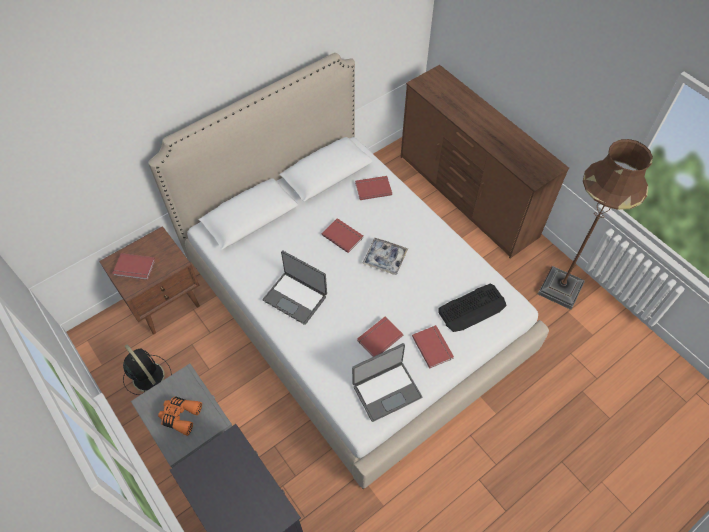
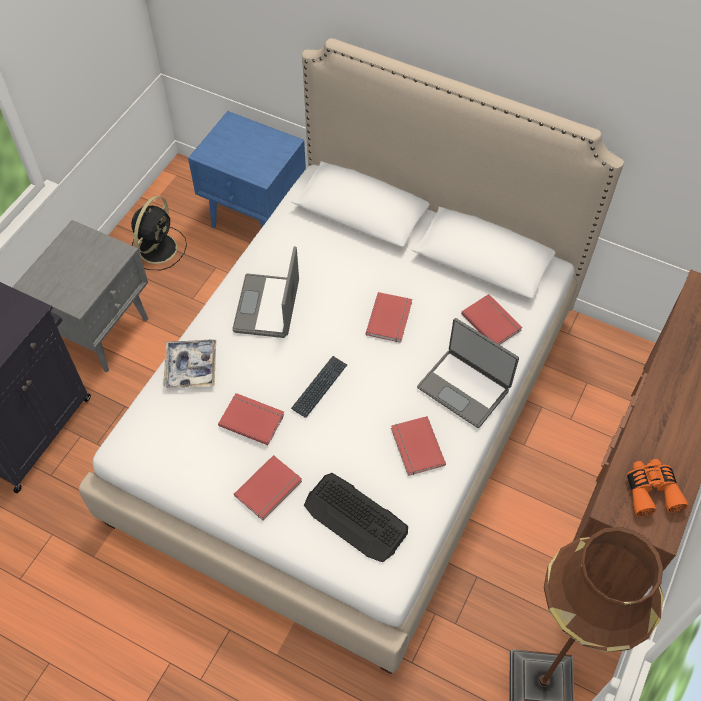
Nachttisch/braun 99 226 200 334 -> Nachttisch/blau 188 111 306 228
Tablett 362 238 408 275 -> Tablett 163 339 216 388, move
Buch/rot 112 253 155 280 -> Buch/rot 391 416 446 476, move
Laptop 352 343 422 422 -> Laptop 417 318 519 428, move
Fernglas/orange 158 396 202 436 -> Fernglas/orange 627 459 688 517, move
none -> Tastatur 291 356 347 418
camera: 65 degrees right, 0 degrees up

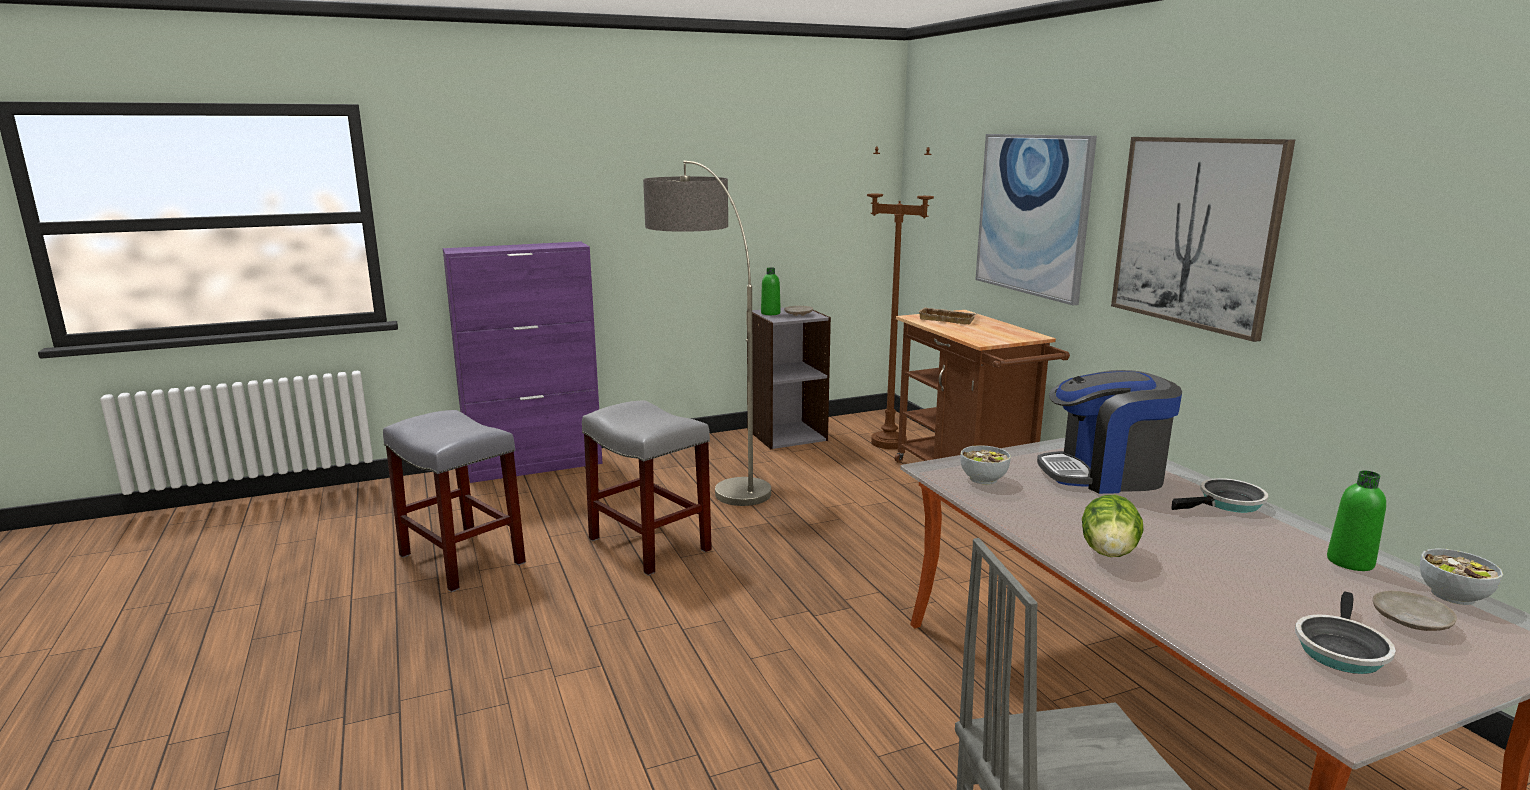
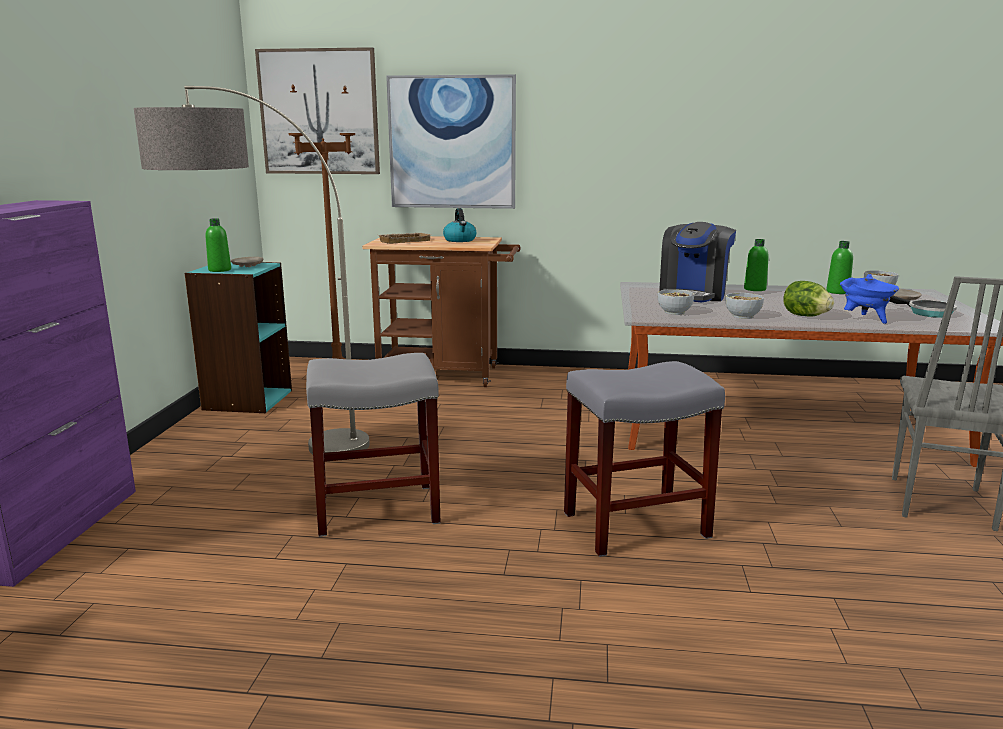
Bild 1111 137 1295 342 -> Bild 255 47 380 174, move
Bücherregal/grau 747 308 831 449 -> Bücherregal/türkis 185 261 292 413
Hocker/grau 383 410 526 592 -> Hocker/grau 564 361 725 557, move
Pfanne 1171 478 1268 513 -> Flasche/grün 744 239 769 291
none -> Wasserkessel 443 208 476 242
none -> Kochtopf/blau 840 274 899 324
none -> Schüssel 726 293 764 319
camera: 60 degrees left, 0 degrees up

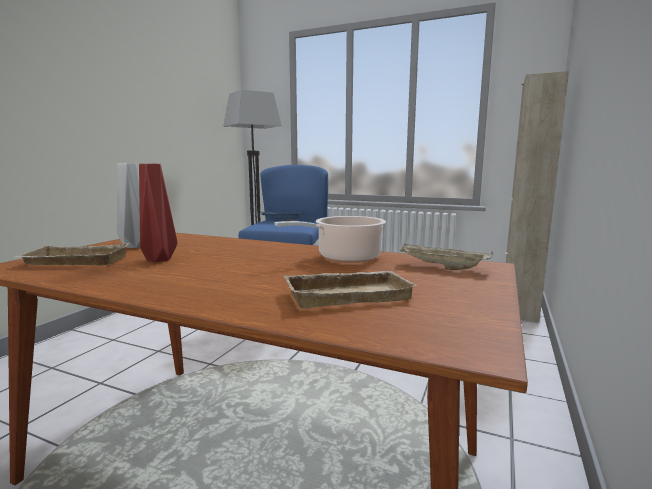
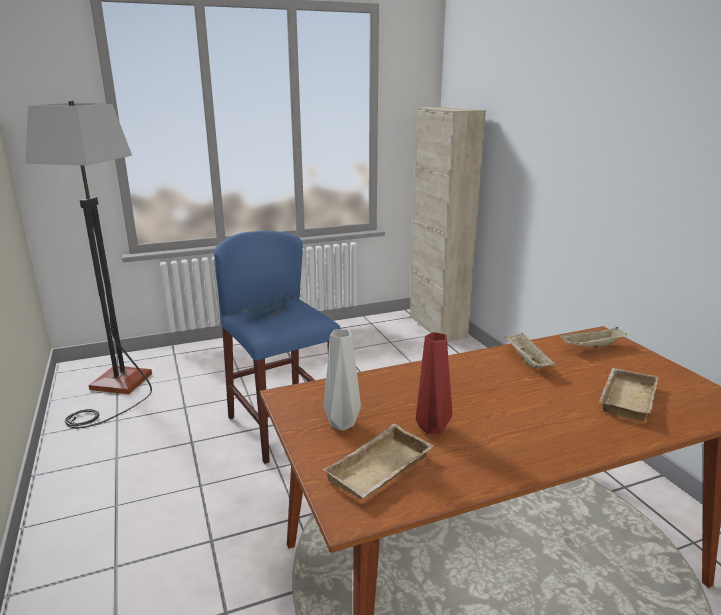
Kochtopf 275 216 386 263 -> Tablett/beige 504 332 556 368
camera: 45 degrees left, 10 degrees up

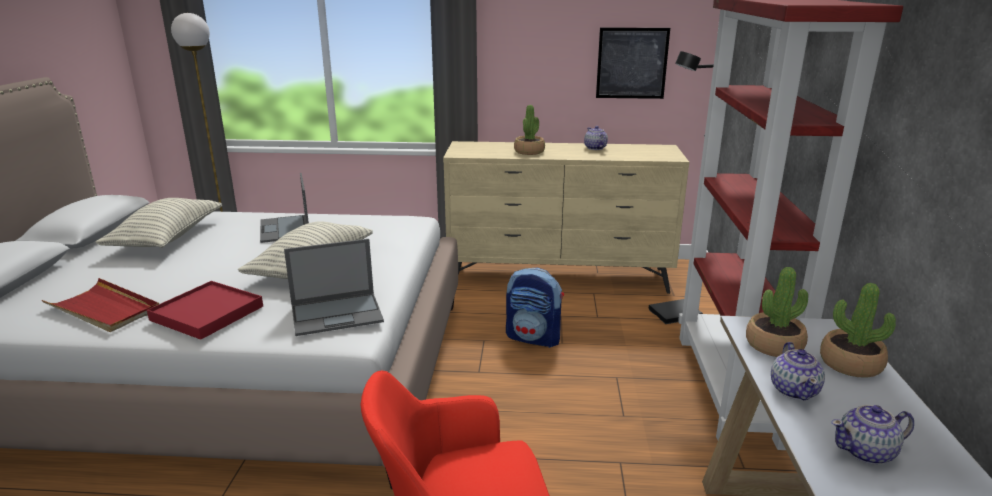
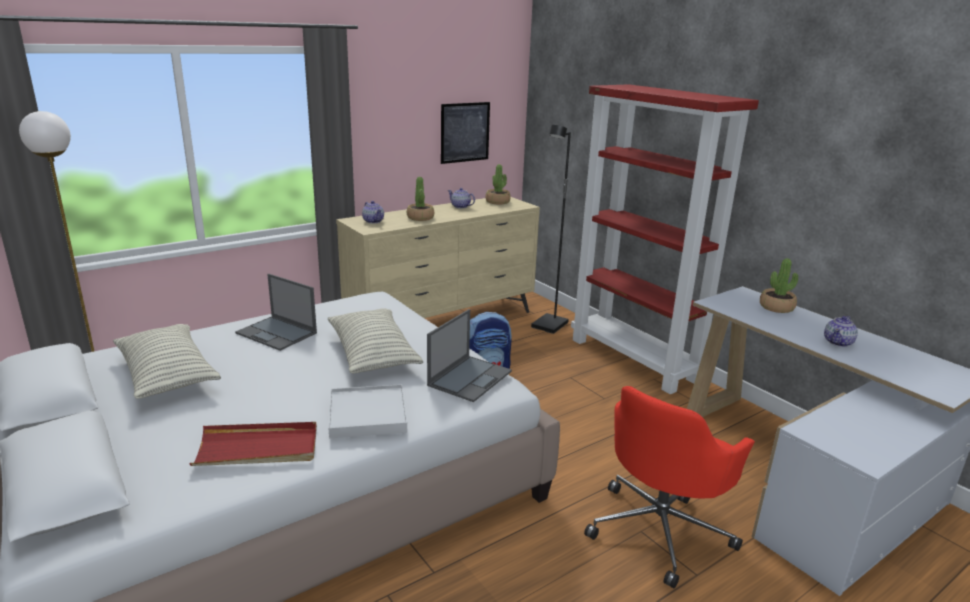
Topfpflanze 746 267 808 357 -> Topfpflanze 486 164 511 205, move
Tablett/rot 147 281 263 340 -> Tablett/weiß 329 384 407 439
Teekanne 771 342 825 400 -> Teekanne 362 201 384 224, move
camera: 40 degrees left, 0 degrees up

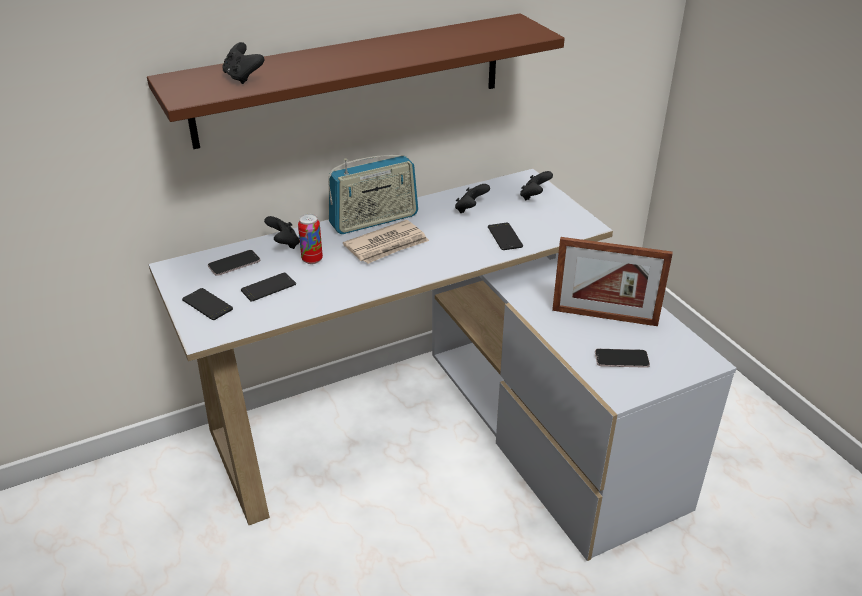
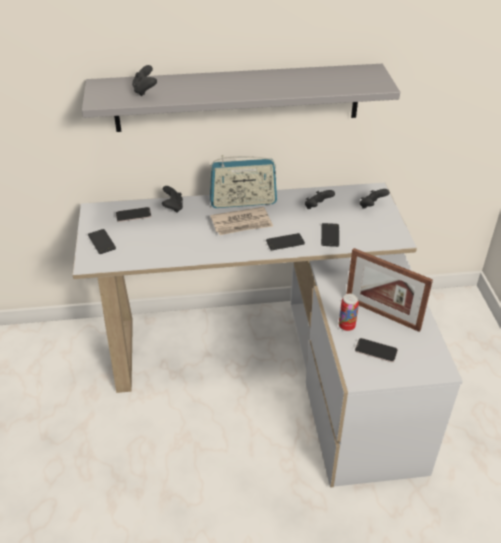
Wandregal/braun 147 13 565 149 -> Wandregal/grau 82 64 400 132
Dose 298 214 323 264 -> Dose 339 294 359 331, move
Handy 241 273 296 302 -> Handy 266 233 305 250, move
camera: 20 degrees right, 5 degrees up

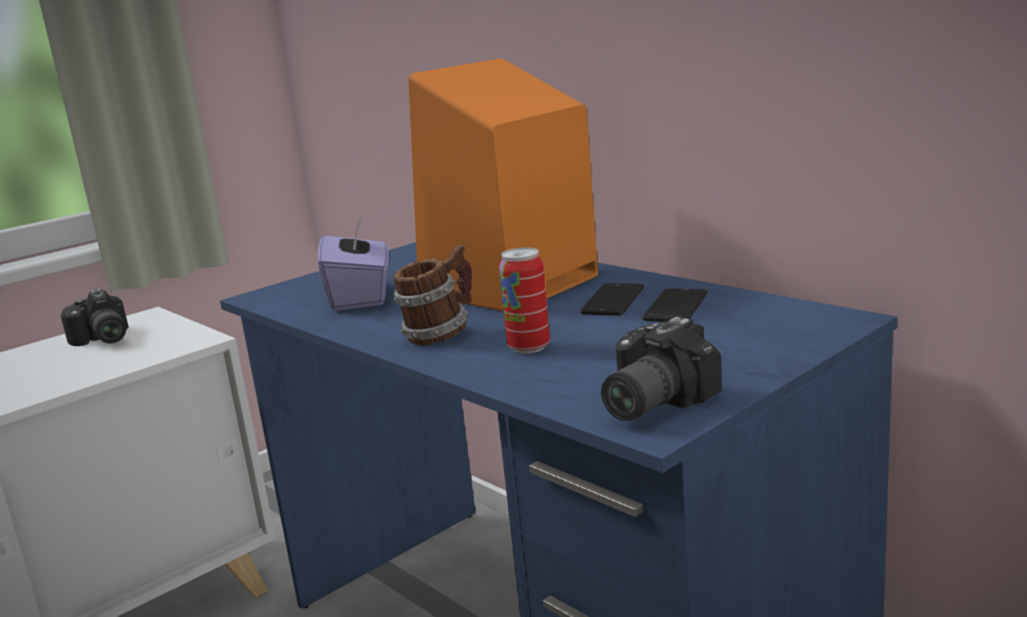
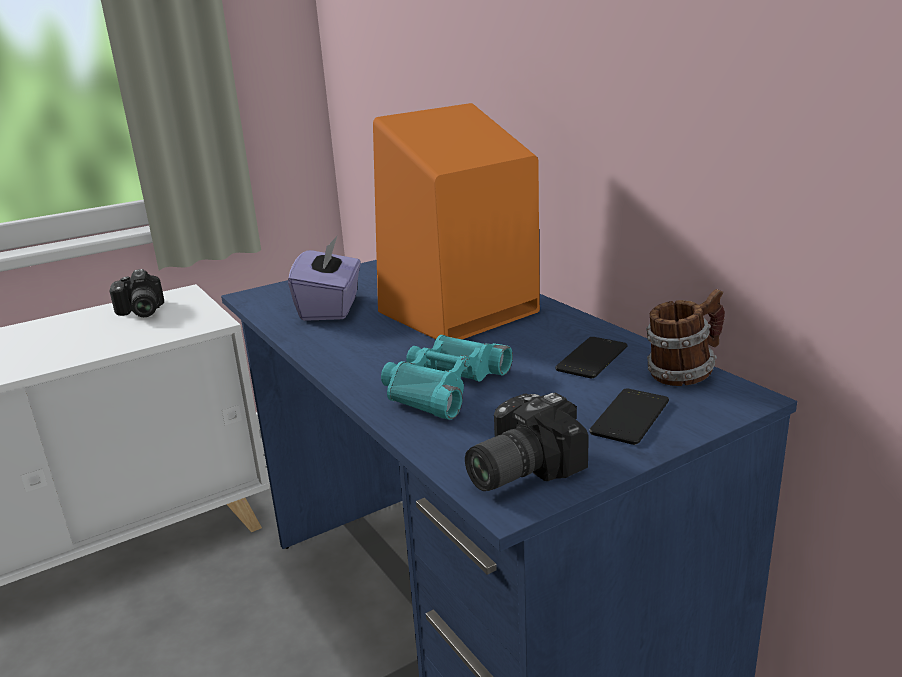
Henkelbecher 393 244 472 345 -> Henkelbecher 646 289 725 386, move
Dose 499 247 550 354 -> Fernglas/türkis 381 335 513 420
Handy 580 283 644 316 -> Handy 589 388 669 445, move
camera: 10 degrees right, 5 degrees up

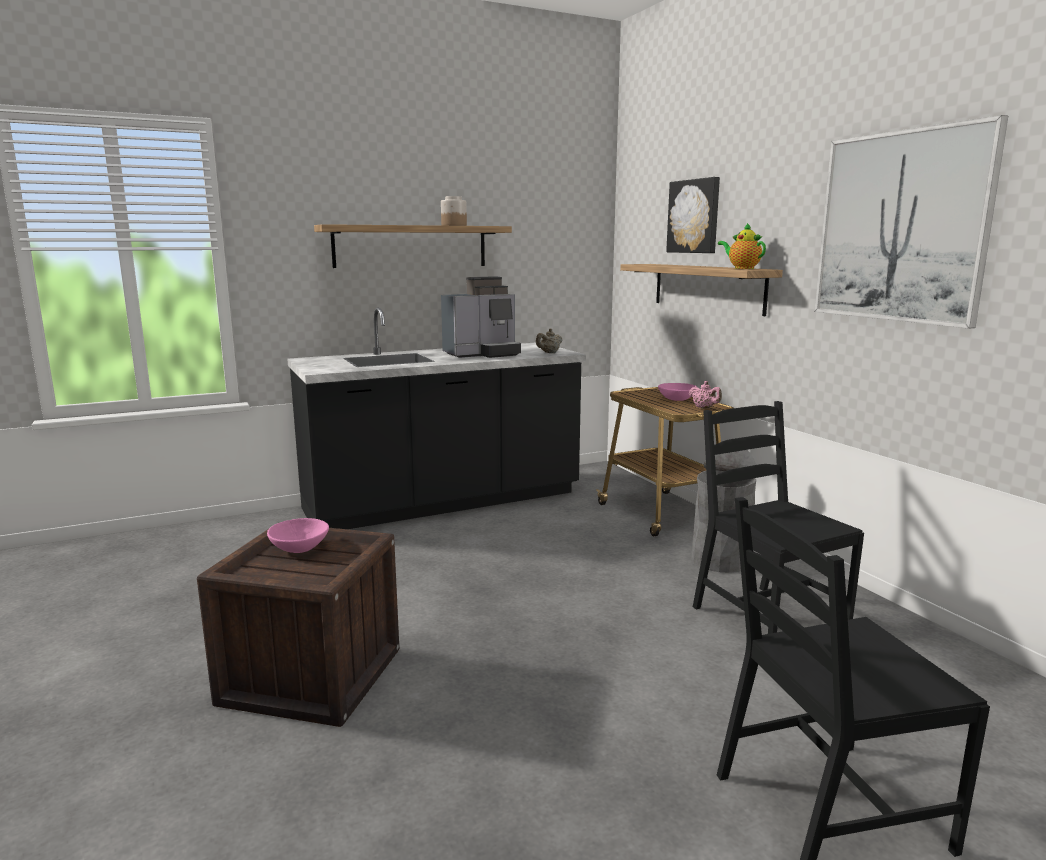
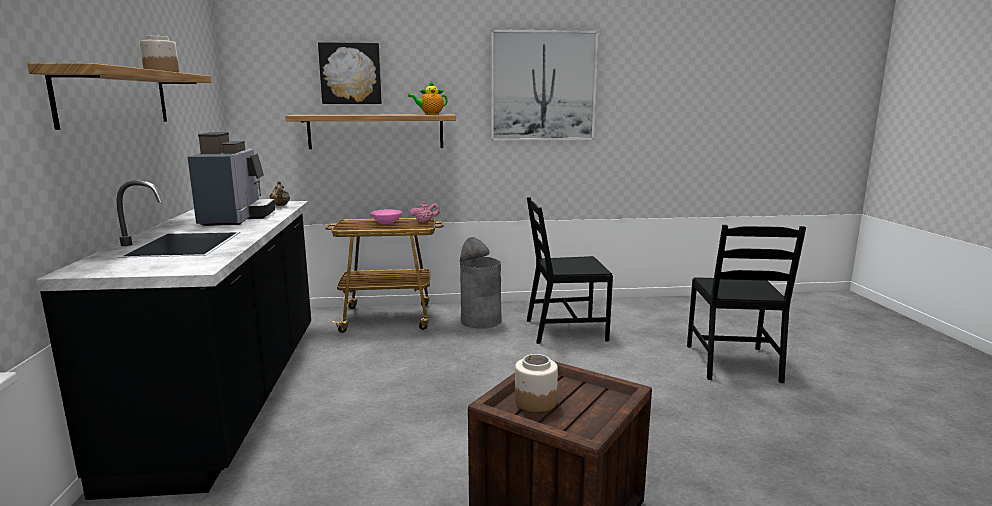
Schüssel/rosa 267 518 329 553 -> Vorratsglas 515 354 558 412
camera: 70 degrees left, 0 degrees up

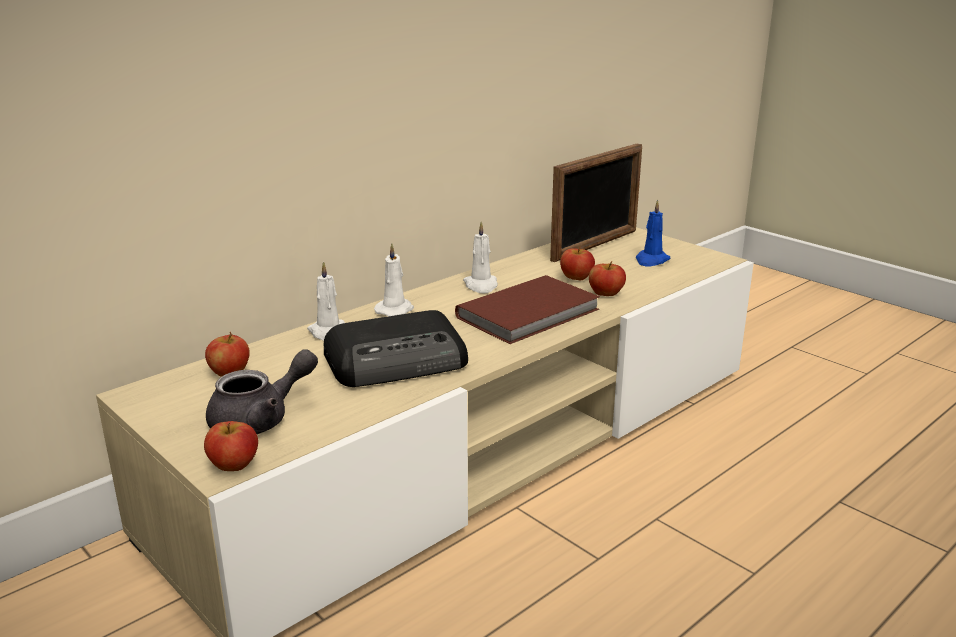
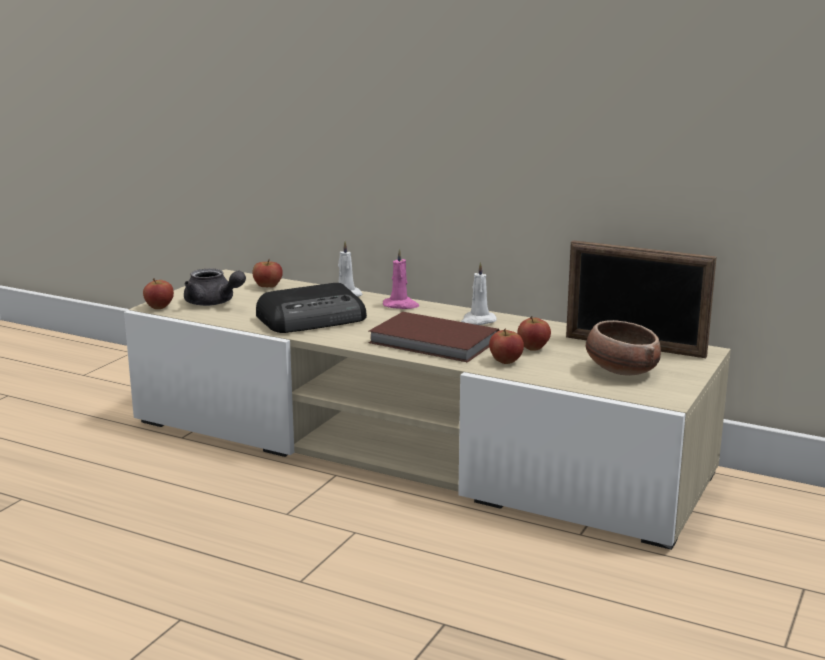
Kerze/blau 636 200 670 267 -> Schüssel 586 320 661 376
Kerze/weiß 374 243 414 316 -> Kerze/rosa 383 248 419 309
Radio 324 310 468 387 -> Radio 256 283 367 333, 75 degrees counterclockwise
camera: 70 degrees right, 5 degrees down

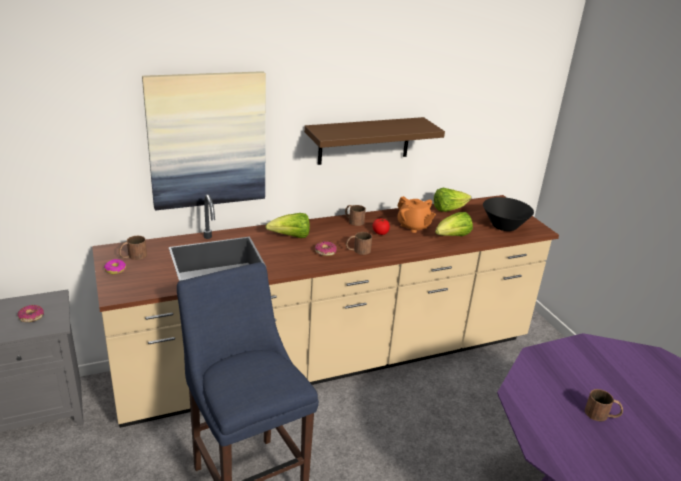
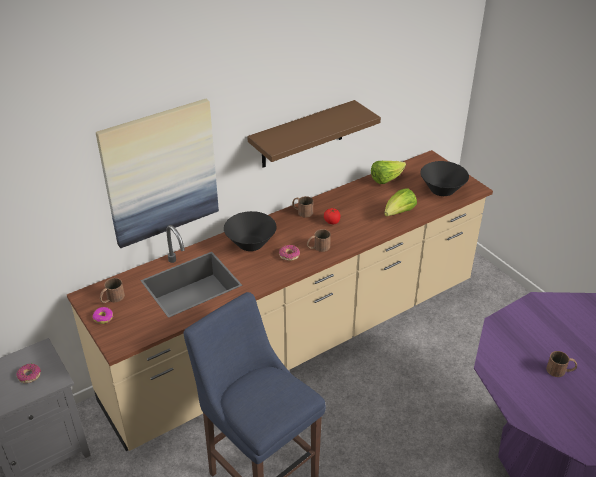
Teekanne/orange 397 196 436 233 -> none
Salatkopf 265 213 310 238 -> Schüssel/schwarz 224 211 277 251
camera: 10 degrees left, 10 degrees up

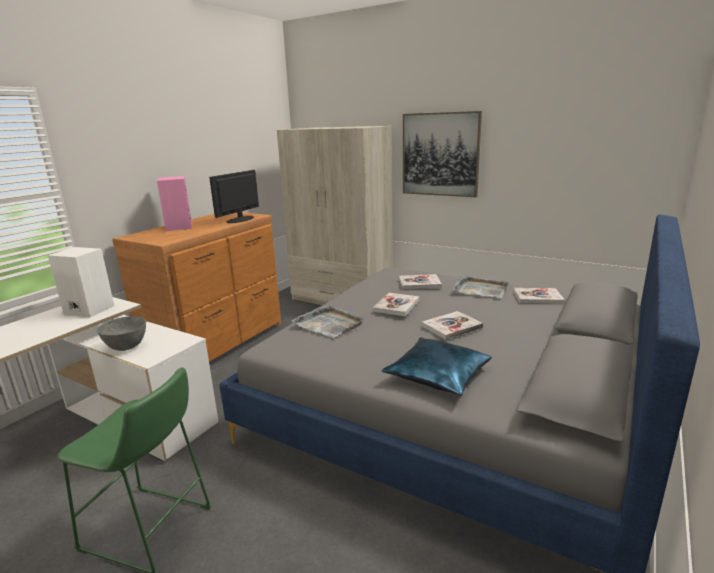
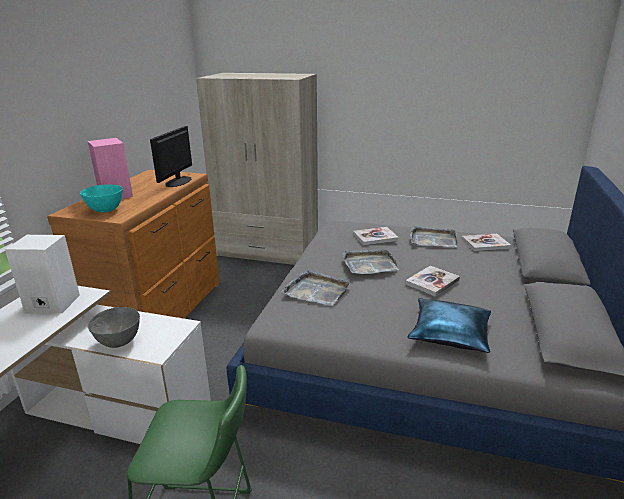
Bild 403 111 482 197 -> none
Buch 373 293 419 316 -> Tablett/grau 343 249 399 274
none -> Schüssel/türkis 80 184 123 212
camera: 15 degrees left, 5 degrees up

